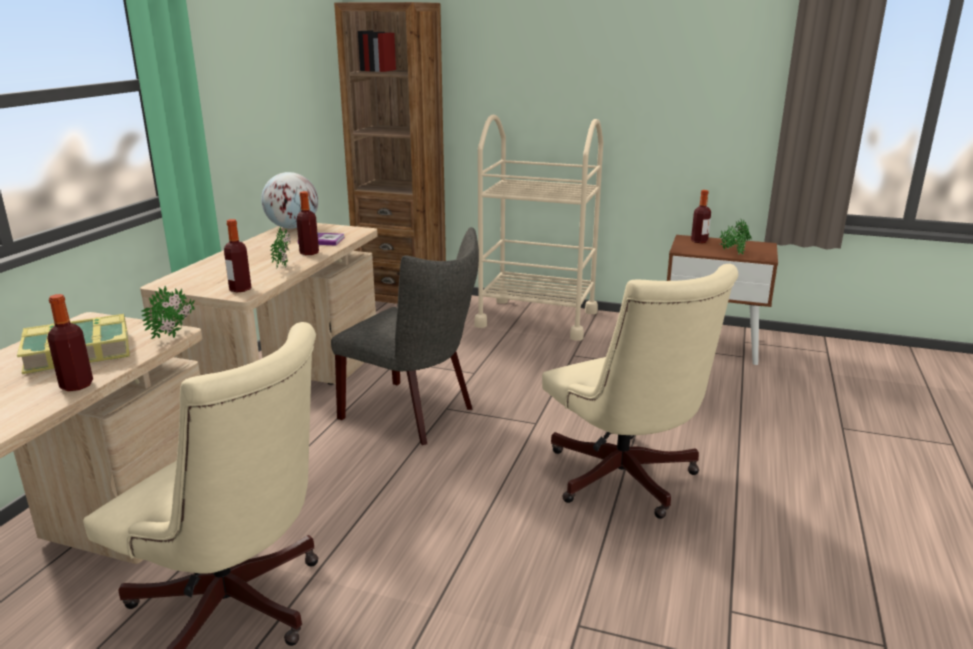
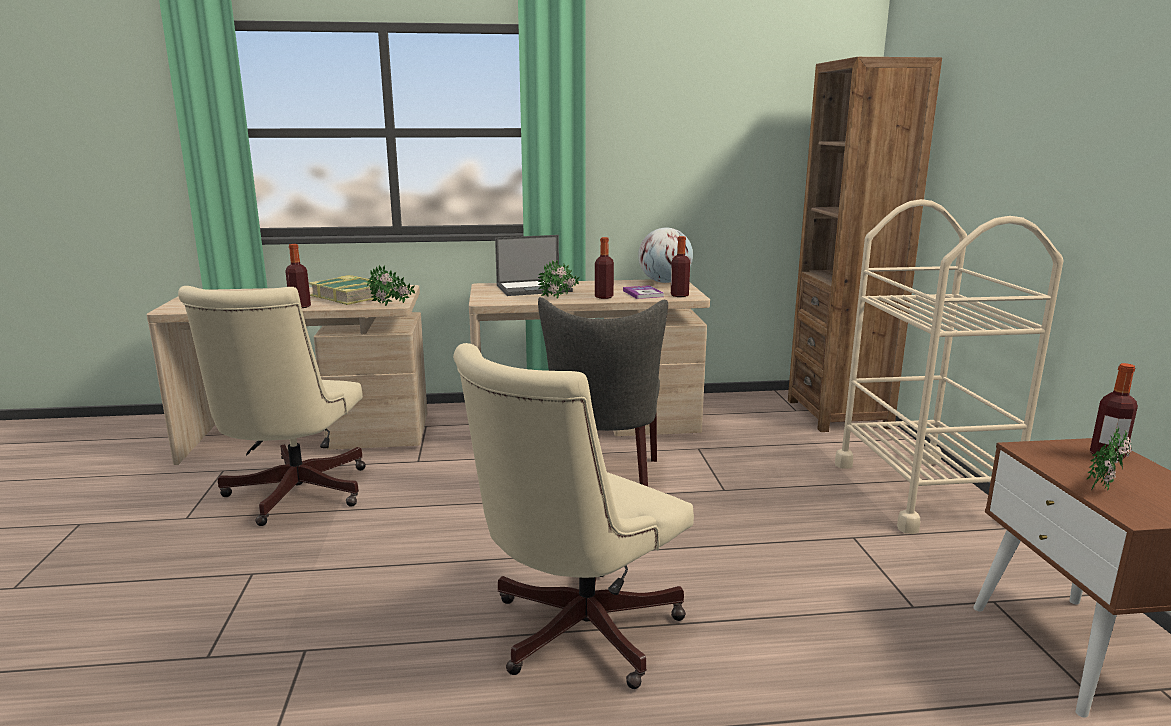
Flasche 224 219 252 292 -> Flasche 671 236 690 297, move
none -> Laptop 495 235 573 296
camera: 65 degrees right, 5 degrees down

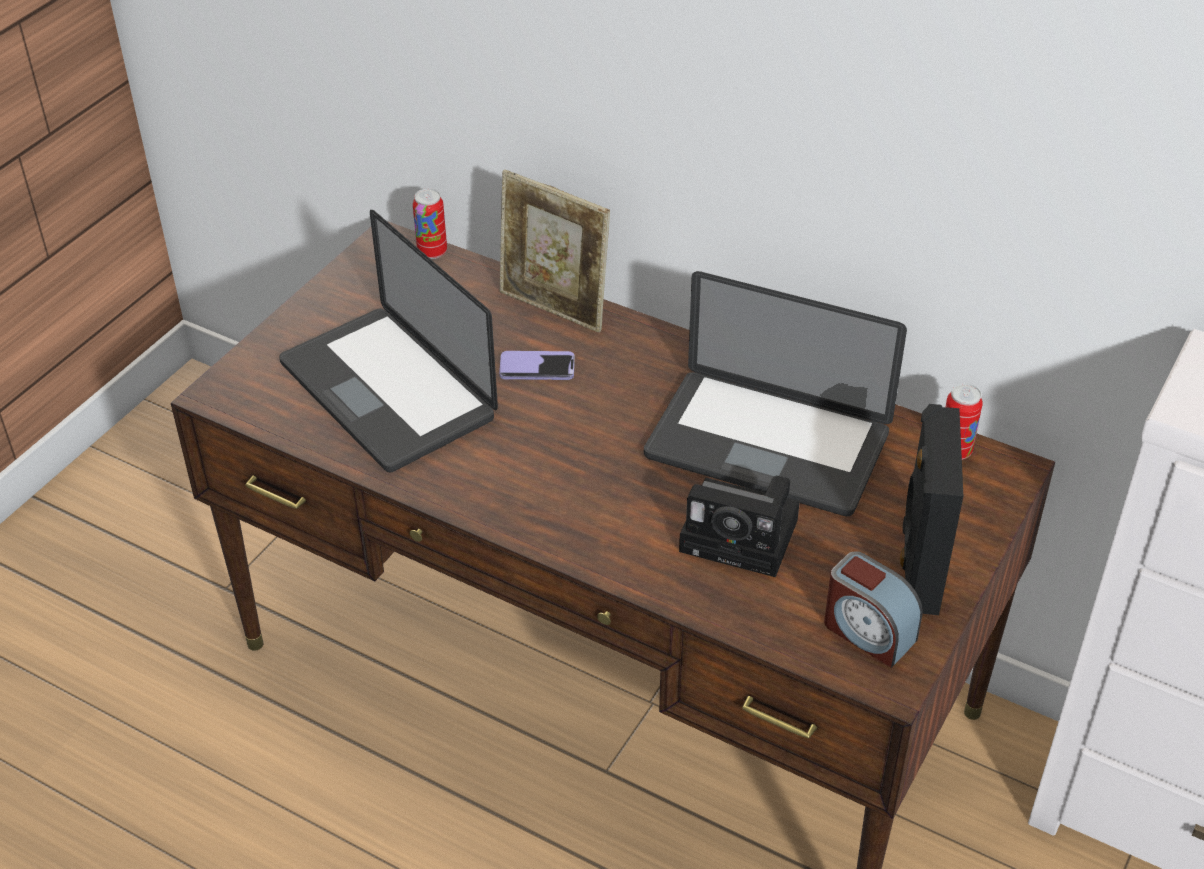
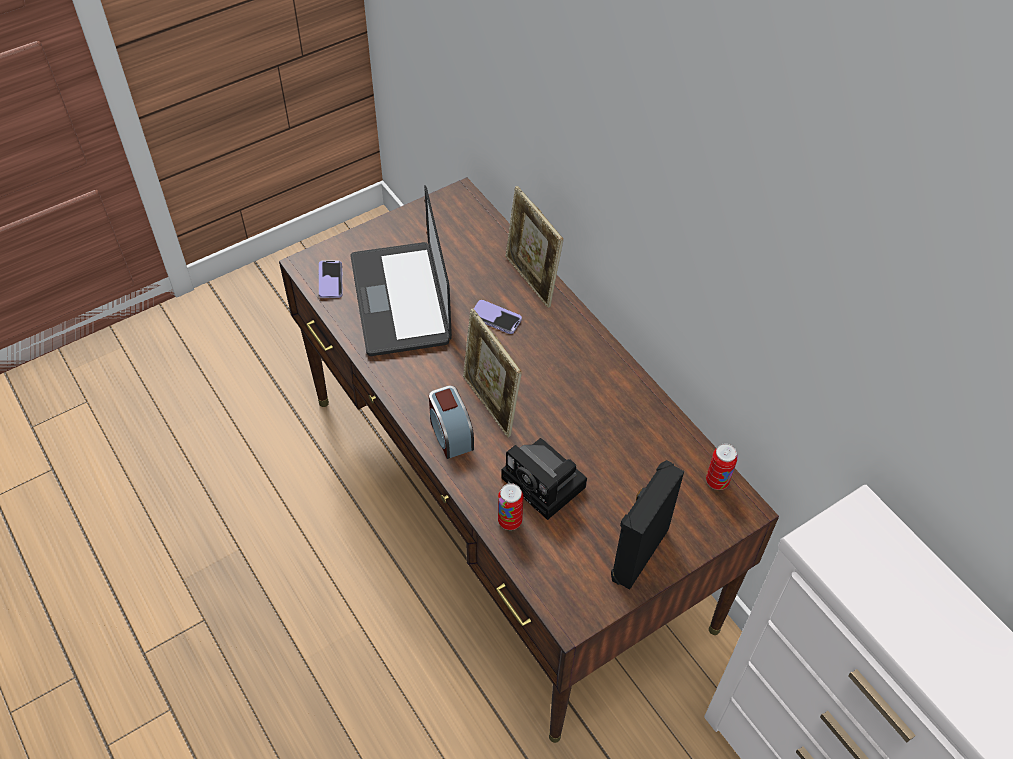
Dose 413 188 447 259 -> Dose 498 483 523 530, move
Laptop 644 271 907 516 -> none
Wecker 824 551 923 668 -> Wecker 429 386 474 459, move
none -> Handy 319 261 343 298
none -> Bilderrahmen 463 308 522 437
camera: 25 degrees right, 10 degrees up

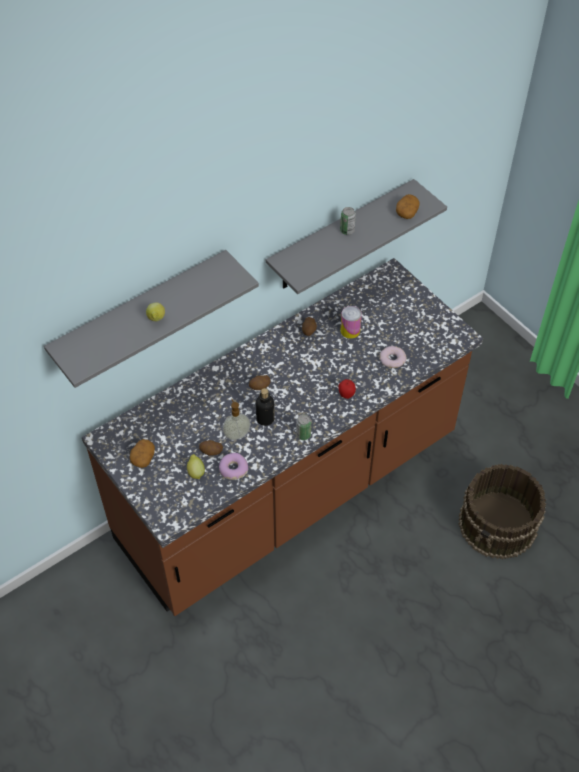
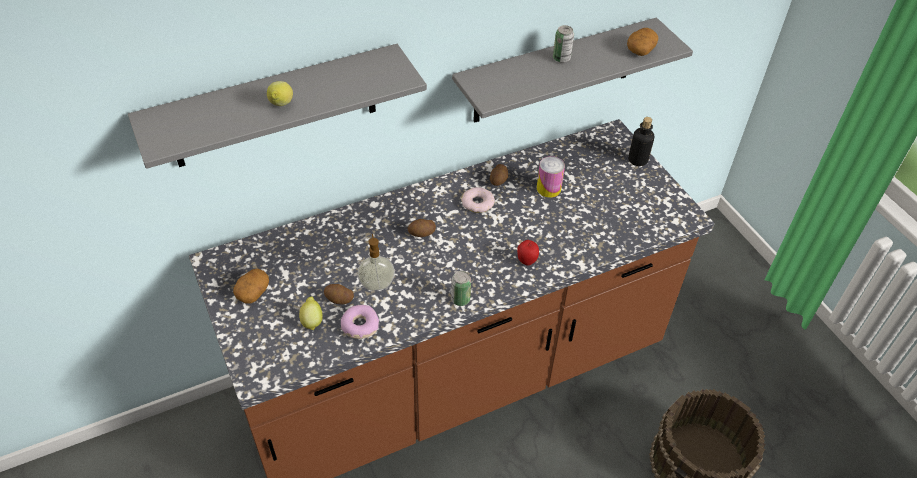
Donut 380 346 406 368 -> Donut 461 187 495 213, move
Flasche 256 388 275 426 -> Flasche 628 117 655 166, move
camera: 10 degrees right, 5 degrees down

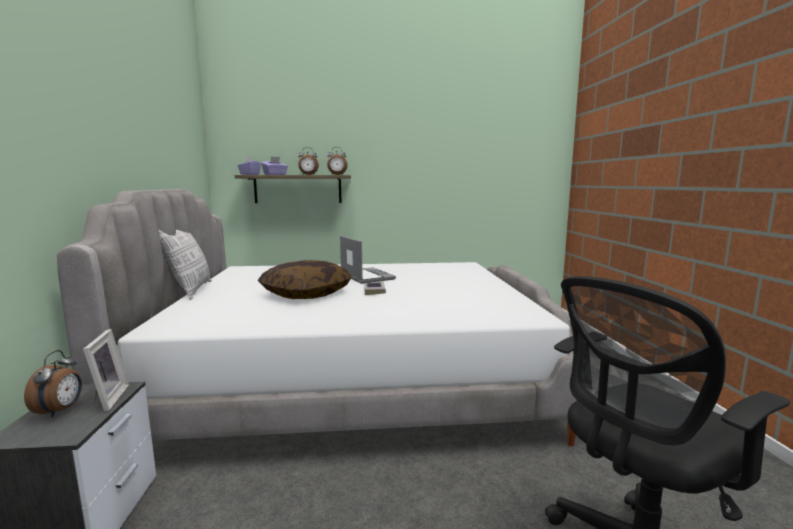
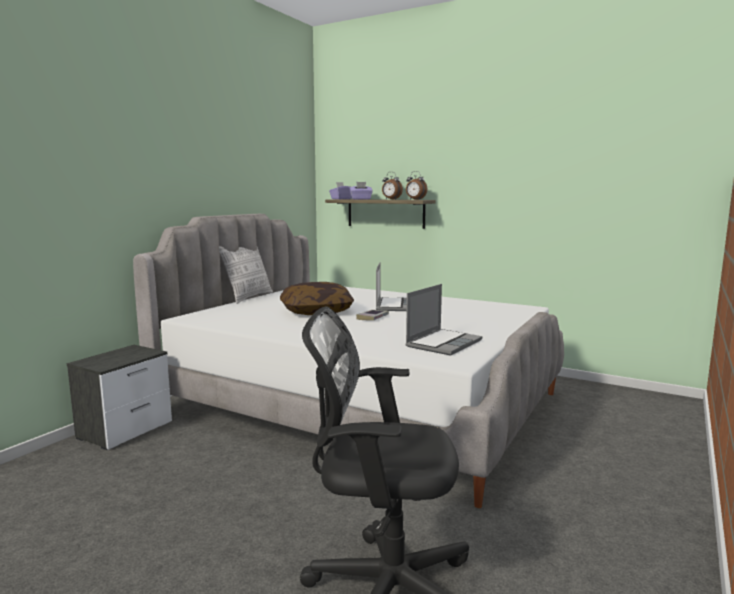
Bilderrahmen 83 329 129 412 -> none
Wecker 24 350 82 418 -> none
none -> Laptop 405 284 482 356
camera: 35 degrees right, 0 degrees up

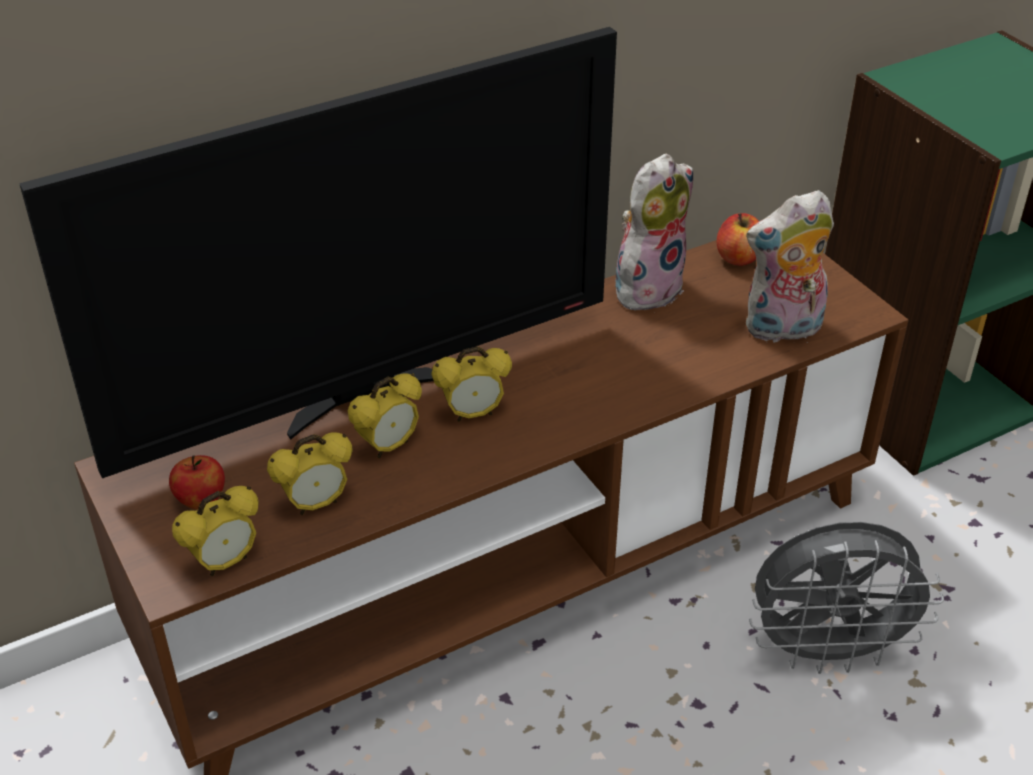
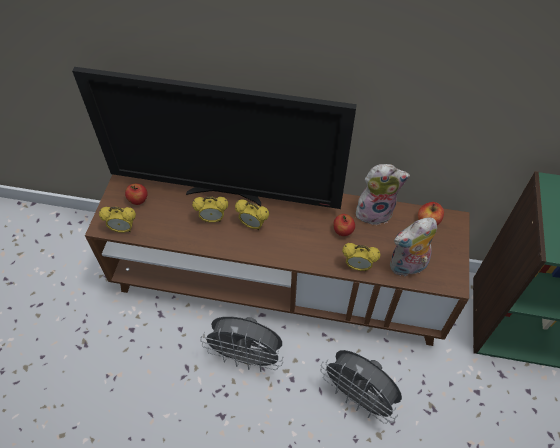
Plüschtier 746 190 834 343 -> Plüschtier 390 218 437 276, 45 degrees counterclockwise
Wecker 267 433 353 515 -> Wecker 342 243 381 271, move
none -> Apfel 333 214 355 236
none -> Ventilator/grau 200 316 283 372
camera: 40 degrees right, 15 degrees up

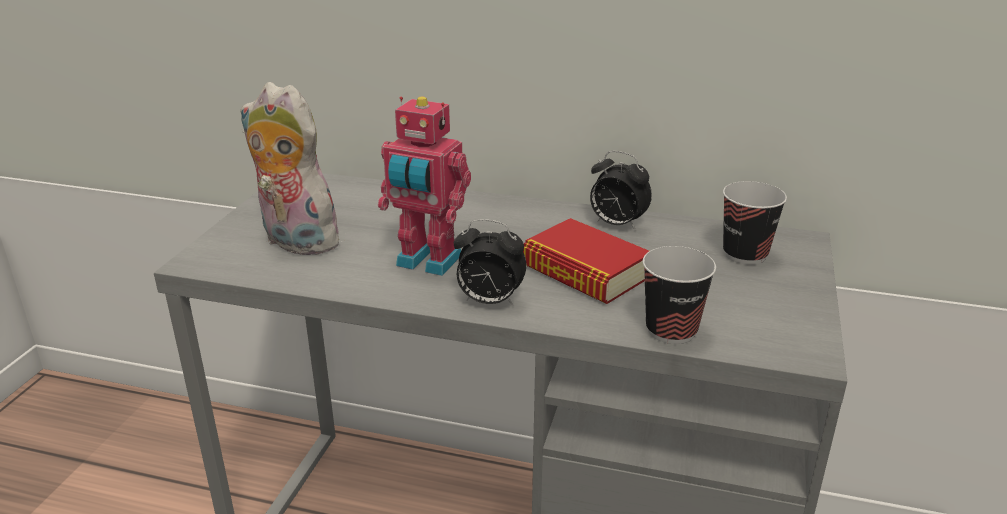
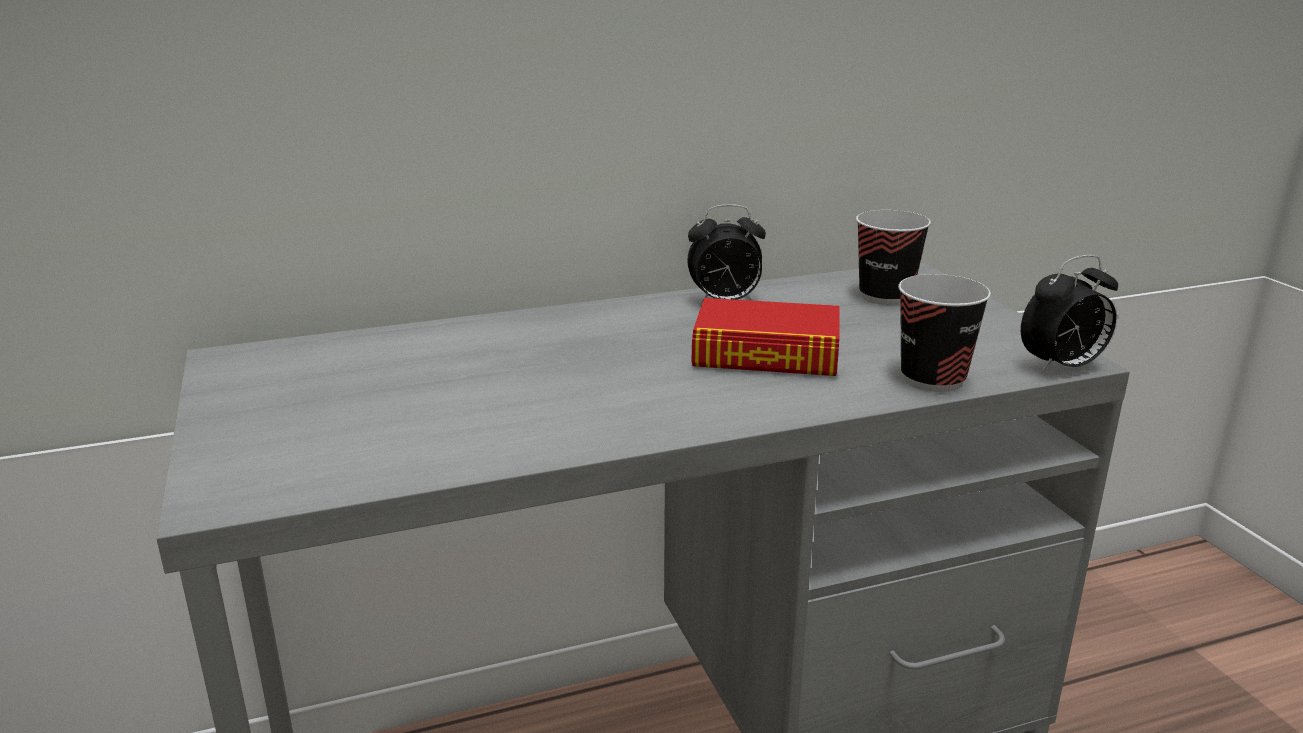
Plüschtier 240 82 349 257 -> none
Spielzeugroboter 378 96 471 276 -> none
Wecker 454 219 527 306 -> Wecker 1021 255 1118 374, move
camera: 35 degrees left, 5 degrees down

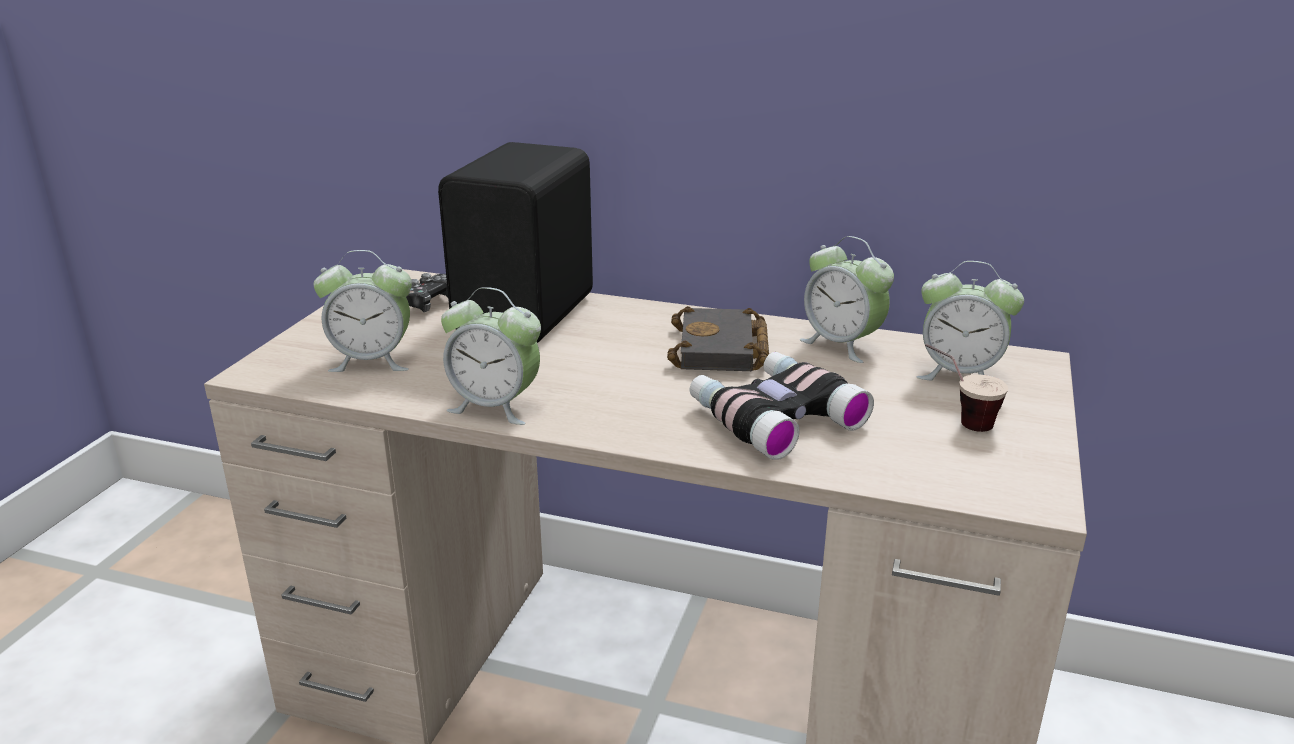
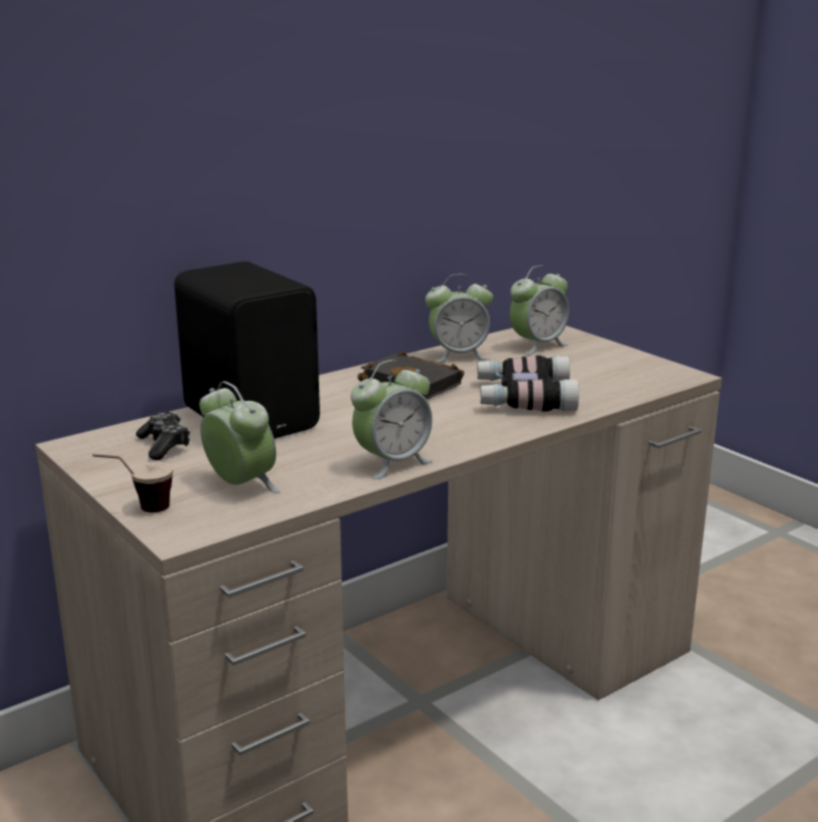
Wecker 314 250 412 372 -> Wecker 200 381 280 493, 75 degrees counterclockwise
Tasse 925 344 1008 432 -> Tasse 93 454 173 513, move
camera: 55 degrees left, 5 degrees down

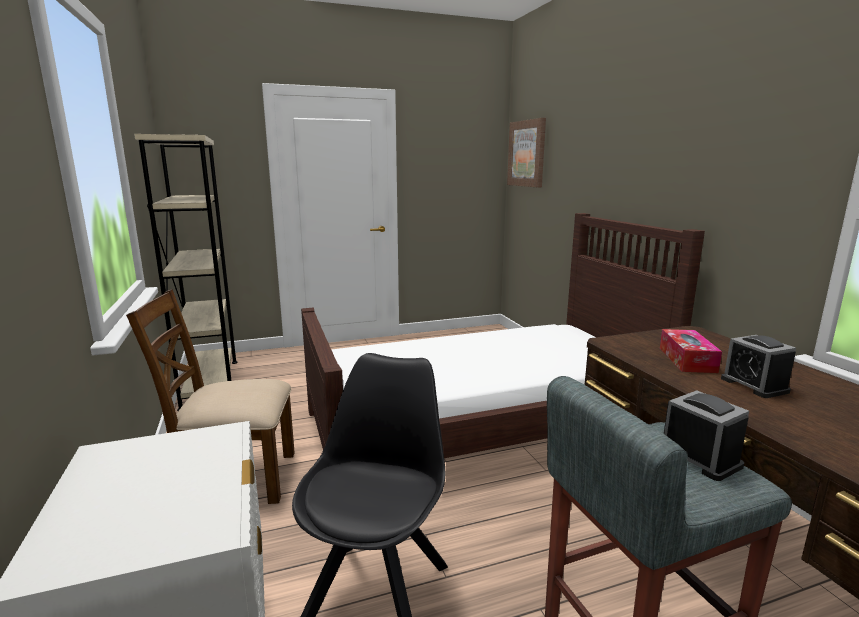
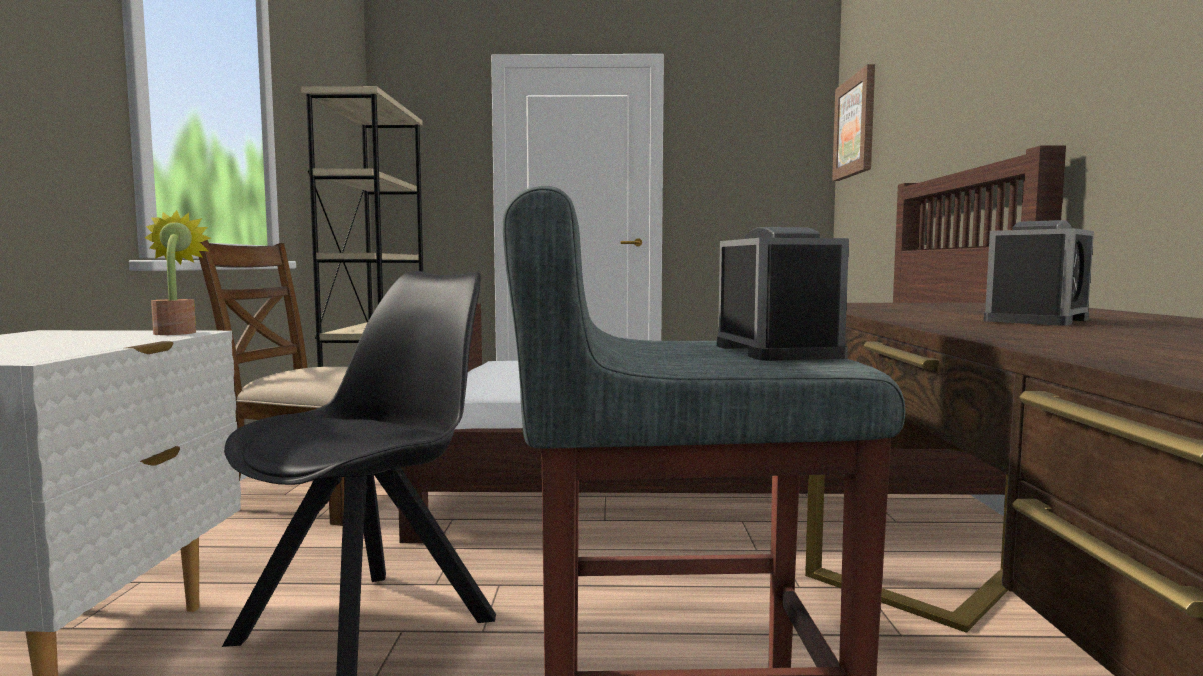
Taschentuchbox 660 329 722 373 -> none
Wecker 721 335 796 398 -> Wecker 984 220 1094 325, 135 degrees counterclockwise
none -> Topfpflanze 144 210 211 335
camera: 20 degrees right, 10 degrees down

